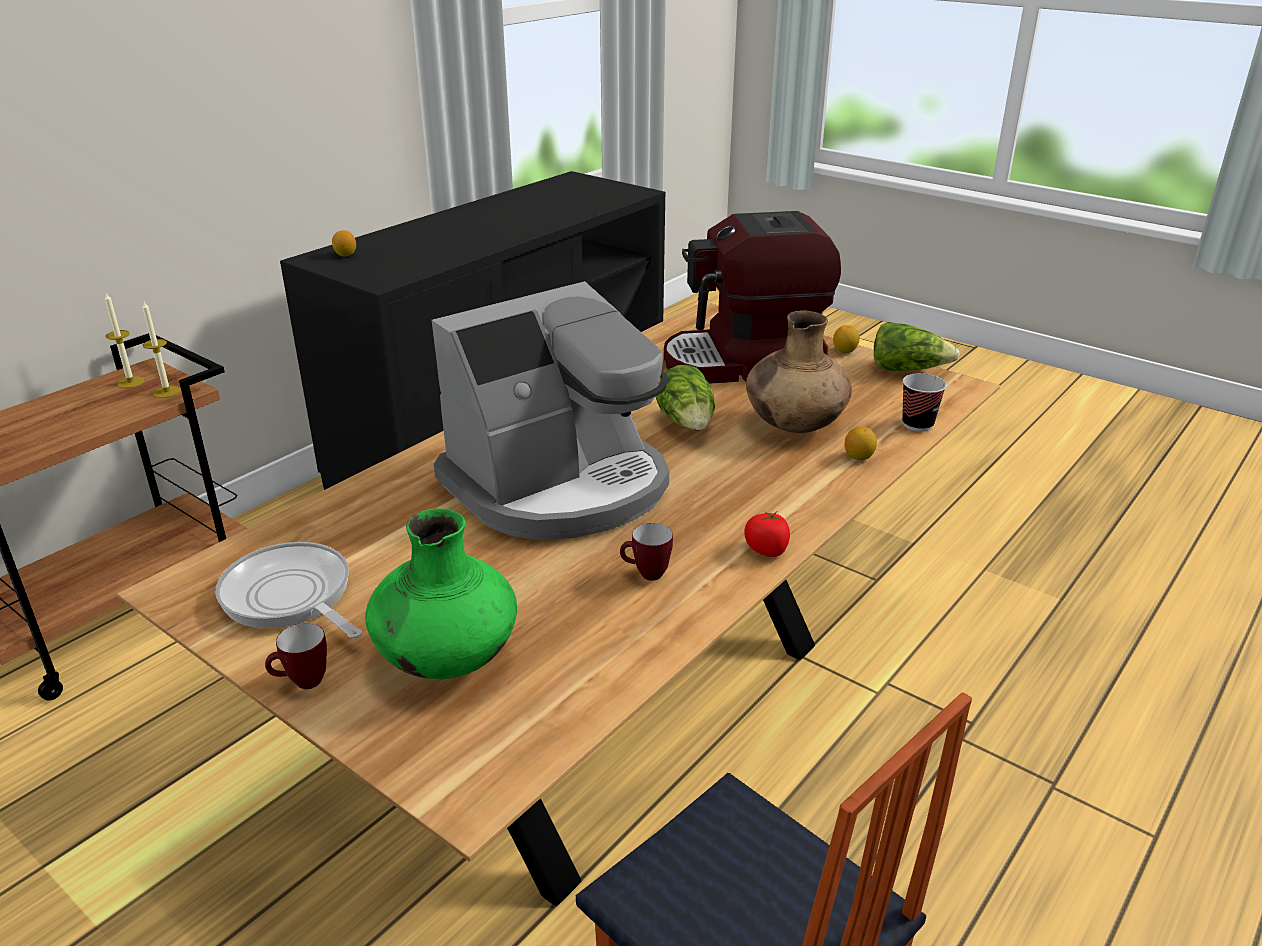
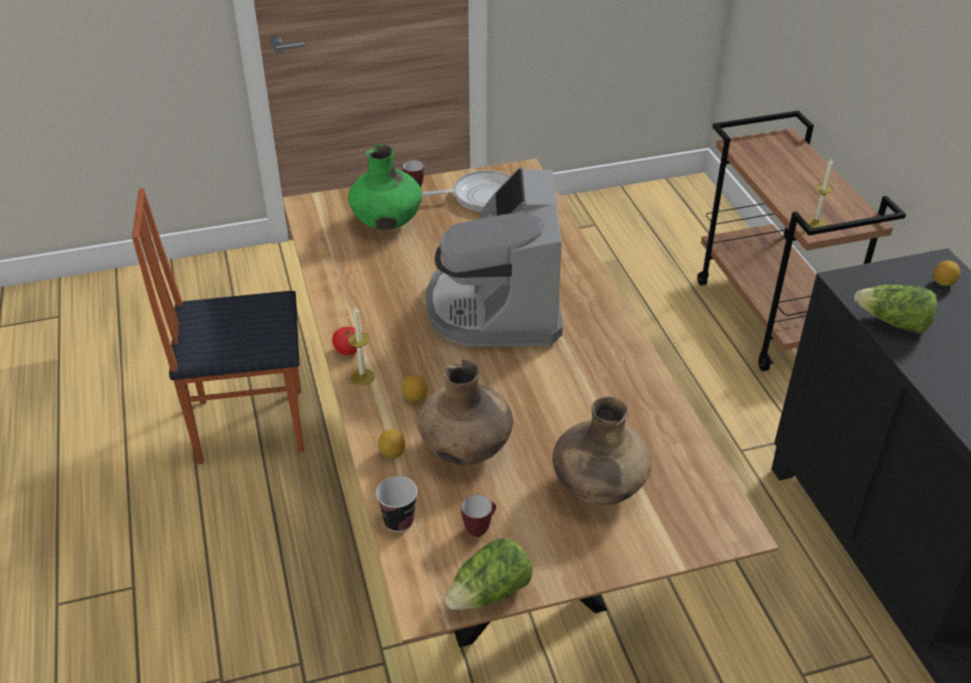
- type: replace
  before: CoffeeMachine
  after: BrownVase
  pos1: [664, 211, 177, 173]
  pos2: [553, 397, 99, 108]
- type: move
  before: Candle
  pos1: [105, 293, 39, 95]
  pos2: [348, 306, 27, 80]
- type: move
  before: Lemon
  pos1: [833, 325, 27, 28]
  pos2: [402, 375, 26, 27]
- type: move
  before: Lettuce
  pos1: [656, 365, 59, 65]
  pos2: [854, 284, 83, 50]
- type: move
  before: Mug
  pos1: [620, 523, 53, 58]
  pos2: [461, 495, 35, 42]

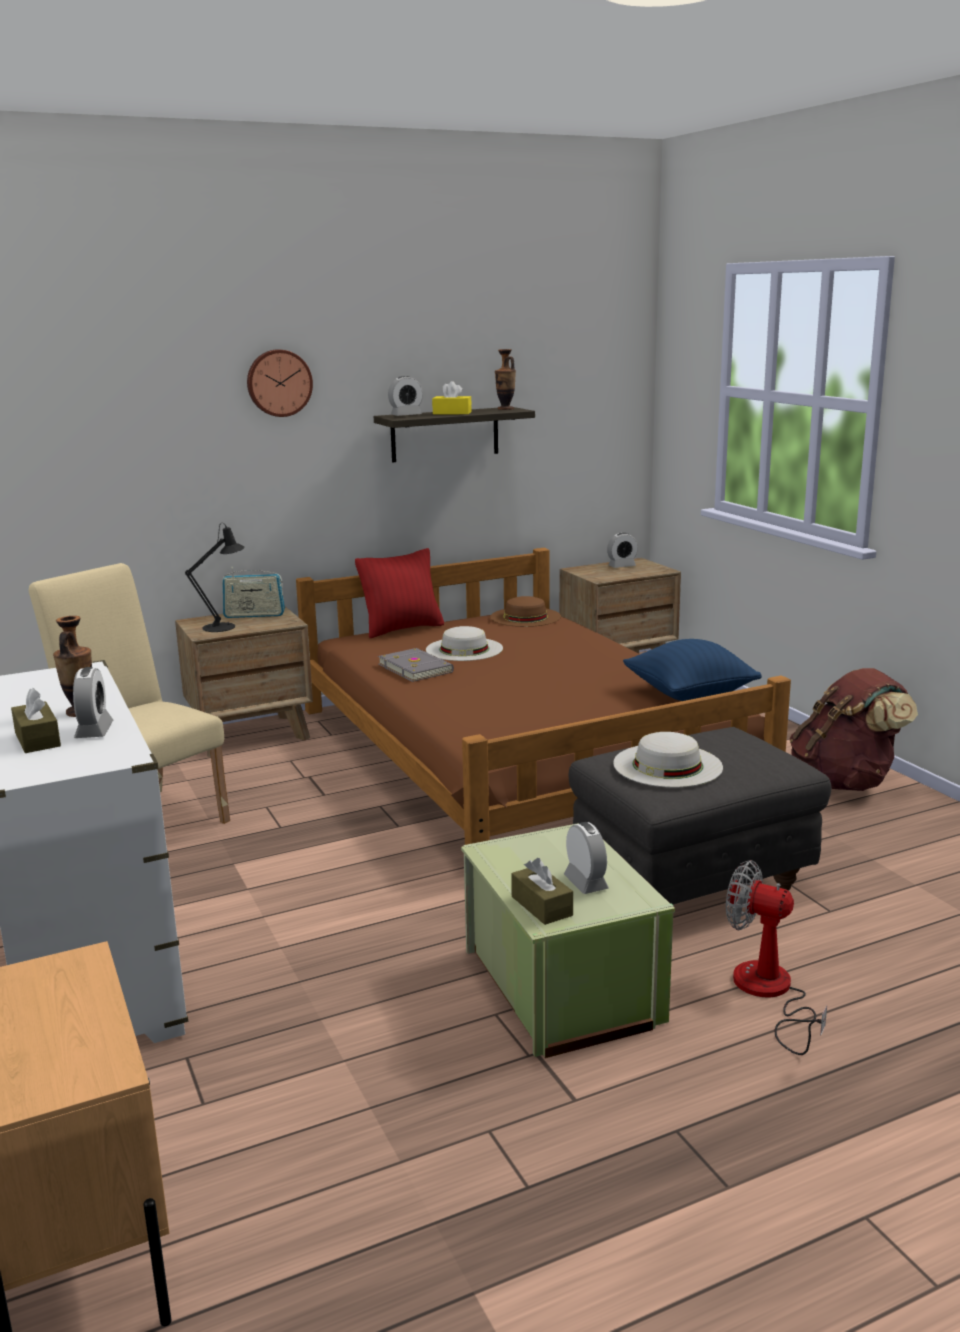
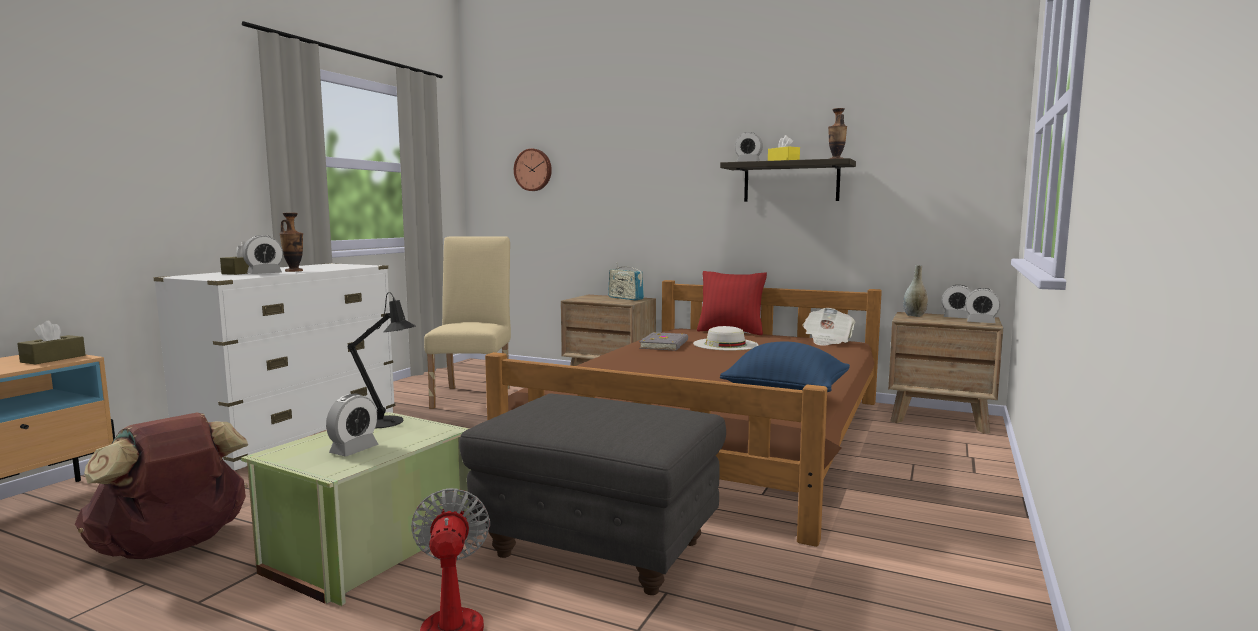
- type: move
  before: WallClock
  pos1: [247, 349, 66, 68]
  pos2: [514, 148, 38, 43]
- type: move
  before: BlackTableLamp
  pos1: [185, 523, 59, 109]
  pos2: [348, 292, 68, 136]
- type: replace
  before: BrownHat
  after: Newspaper
  pos1: [490, 596, 71, 31]
  pos2: [803, 308, 52, 38]
- type: move
  before: BrownBackpack
  pos1: [790, 668, 128, 123]
  pos2: [75, 413, 173, 146]
- type: delete
  before: WhiteHat
  pos1: [613, 732, 110, 55]
- type: move
  before: BrownTissueBox
  pos1: [511, 858, 62, 67]
  pos2: [17, 321, 69, 43]
- type: insert
  after: GreyVase
  pos2: [903, 265, 25, 52]
- type: insert
  after: AlarmClock
  pos2: [965, 288, 35, 35]

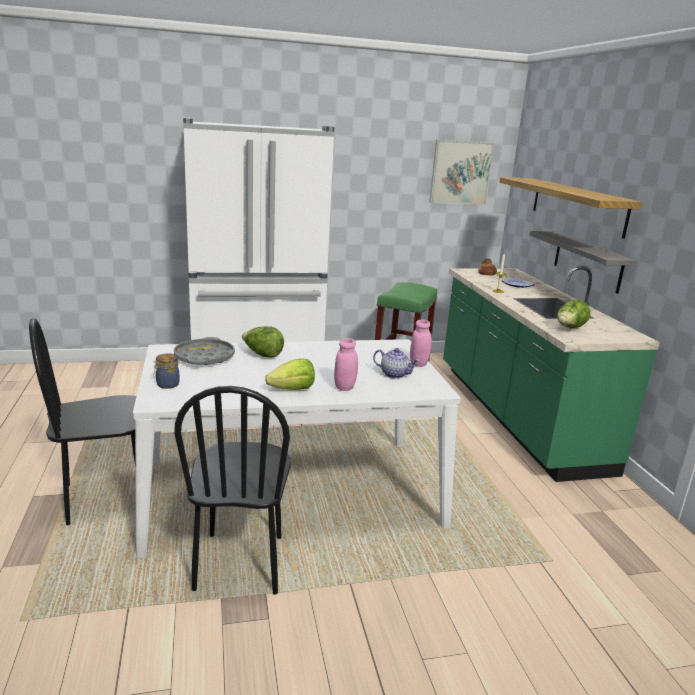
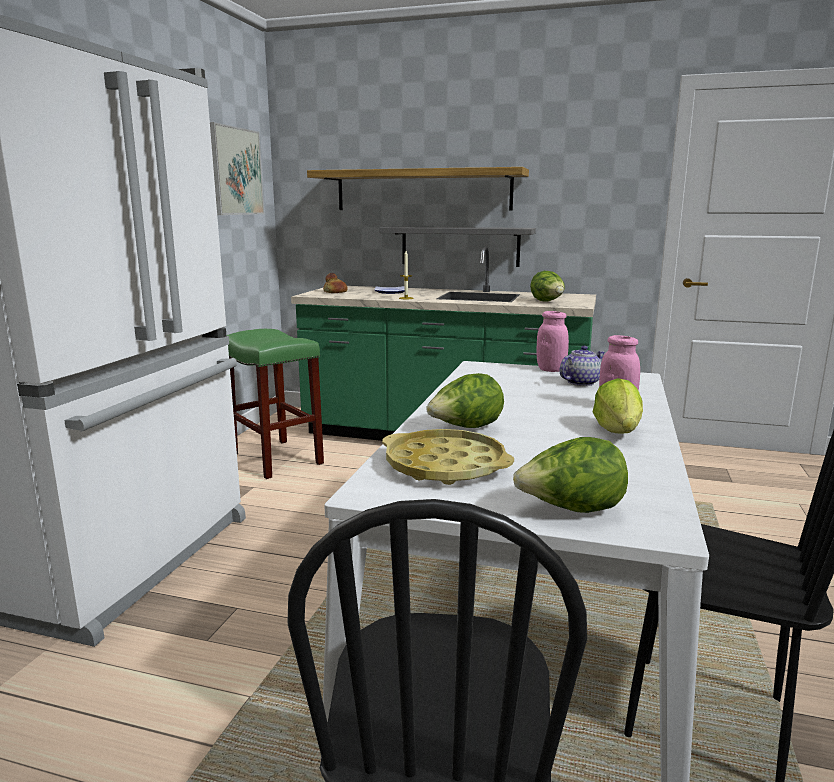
- type: recolor
  before: GreyTray
  after: YellowTray
  pos1: [174, 337, 61, 28]
  pos2: [382, 429, 132, 56]
- type: replace
  before: Jar
  after: Lettuce
  pos1: [153, 353, 27, 36]
  pos2: [513, 437, 115, 76]

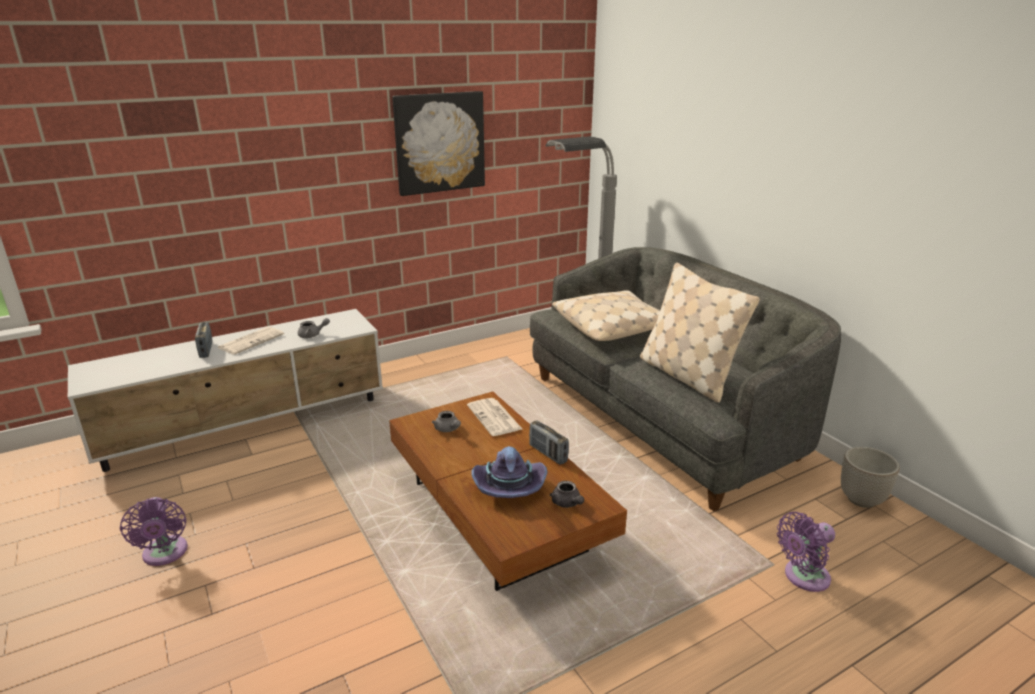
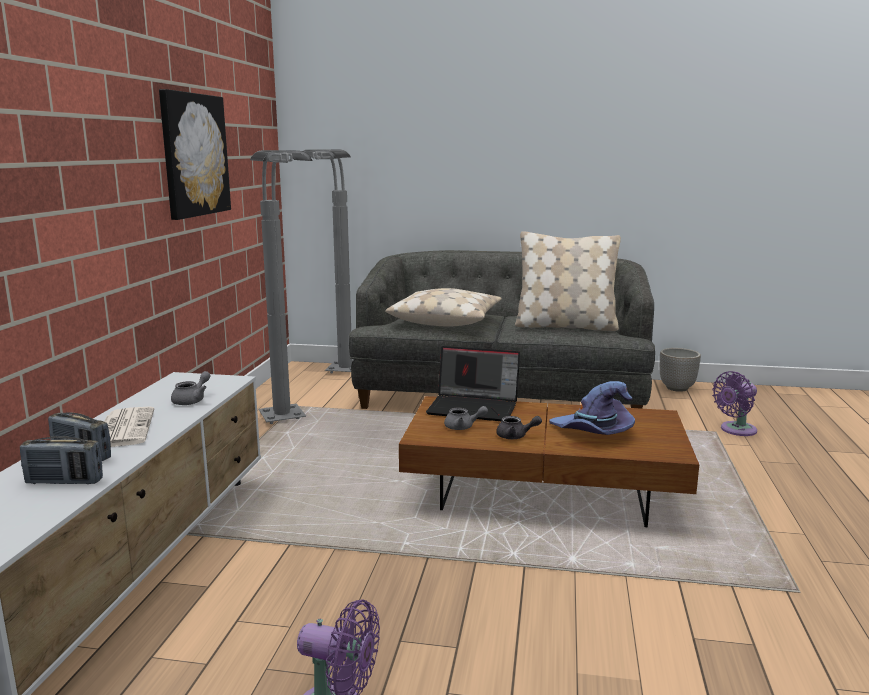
- type: replace
  before: Newspaper
  after: Laptop
  pos1: [467, 398, 55, 38]
  pos2: [426, 346, 94, 75]
- type: move
  before: Radio
  pos1: [529, 421, 40, 44]
  pos2: [20, 436, 83, 48]
- type: move
  before: GreyTeapot
  pos1: [550, 481, 34, 27]
  pos2: [496, 416, 46, 23]
- type: rotate
  before: PurpleFan
  pos1: [777, 512, 58, 80]
  pos2: [712, 371, 45, 65]
  turn: 45
- type: insert
  after: GreyFloorLamp
  pos2: [250, 150, 63, 274]

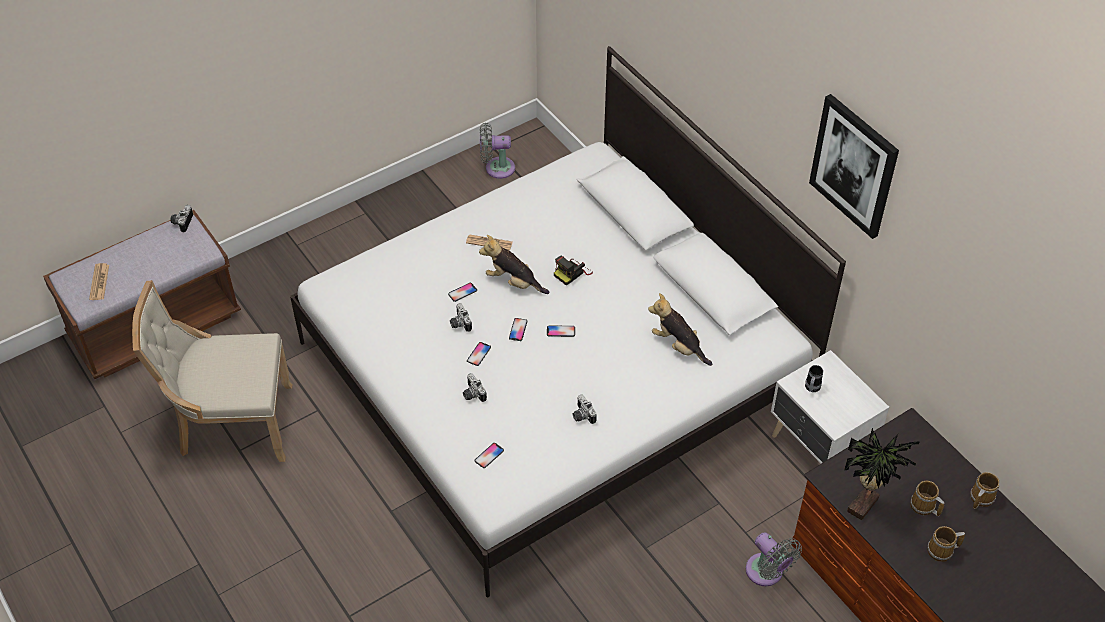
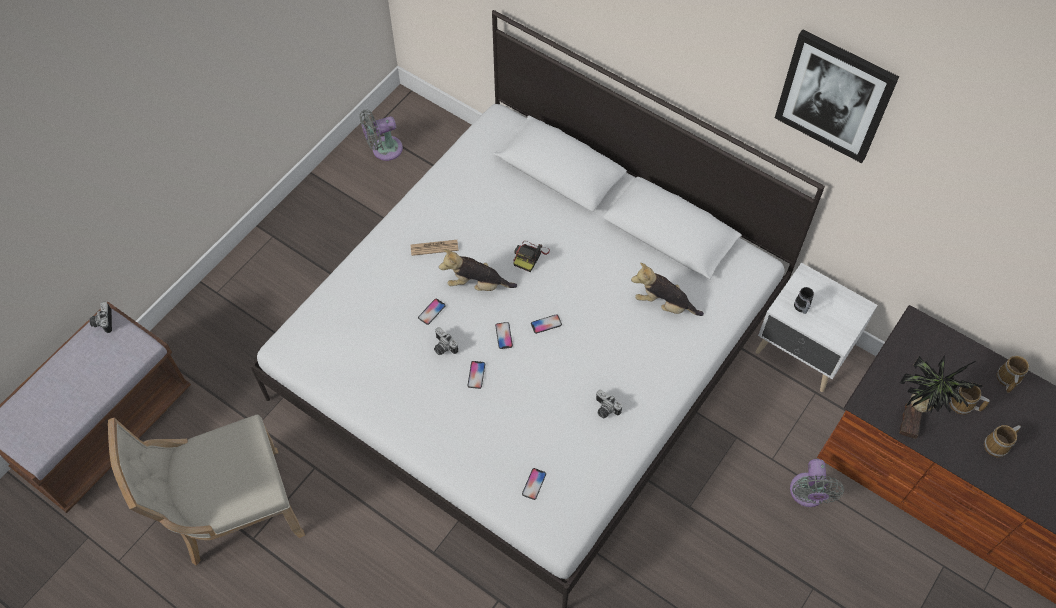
- type: delete
  before: Newspaper
  pos1: [89, 263, 20, 37]
- type: delete
  before: PhotoCamera
  pos1: [463, 373, 24, 29]
- type: rotate
  before: GreyFan
  pos1: [746, 532, 56, 54]
  pos2: [790, 459, 54, 48]
  turn: 60

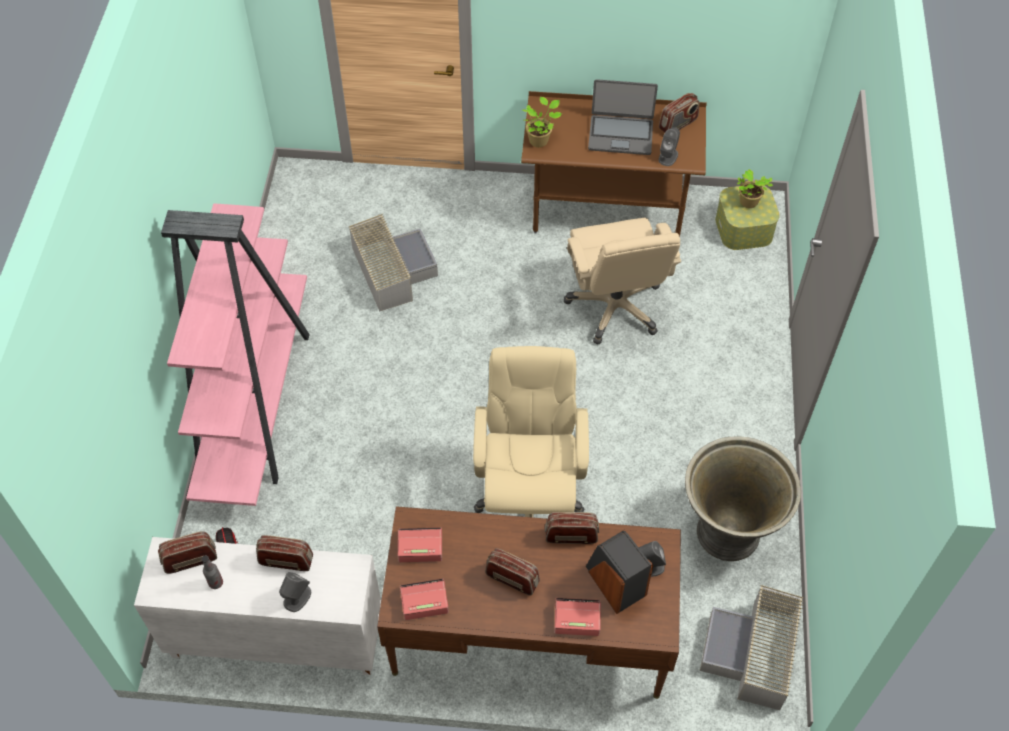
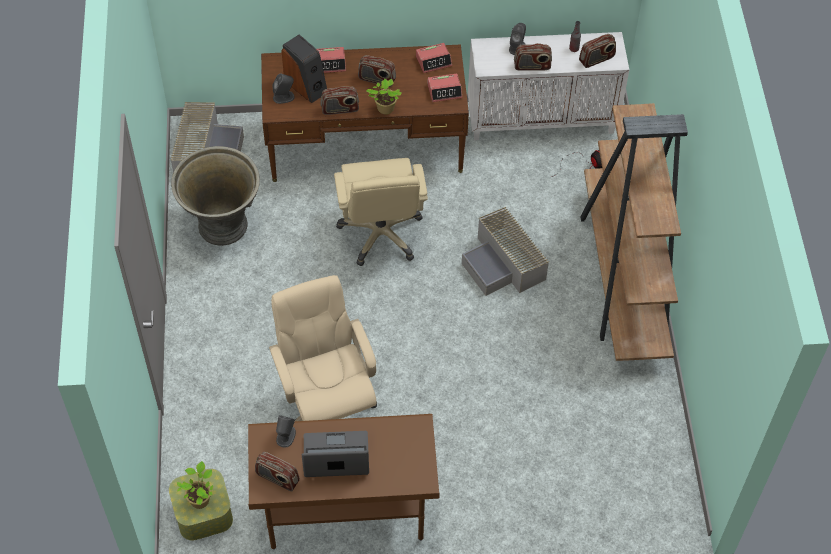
- type: rotate
  before: Radio
  pos1: [659, 93, 40, 40]
  pos2: [255, 452, 45, 39]
  turn: -105
- type: move
  before: PottedPlant
  pos1: [522, 97, 40, 50]
  pos2: [366, 79, 36, 35]
- type: recolor
  before: PinkBookcase
  after: BrownBookcase
  pos1: [161, 203, 149, 303]
  pos2: [580, 103, 108, 258]
- type: move
  before: GreyStorageBox
  pos1: [349, 214, 89, 98]
  pos2: [462, 207, 87, 89]

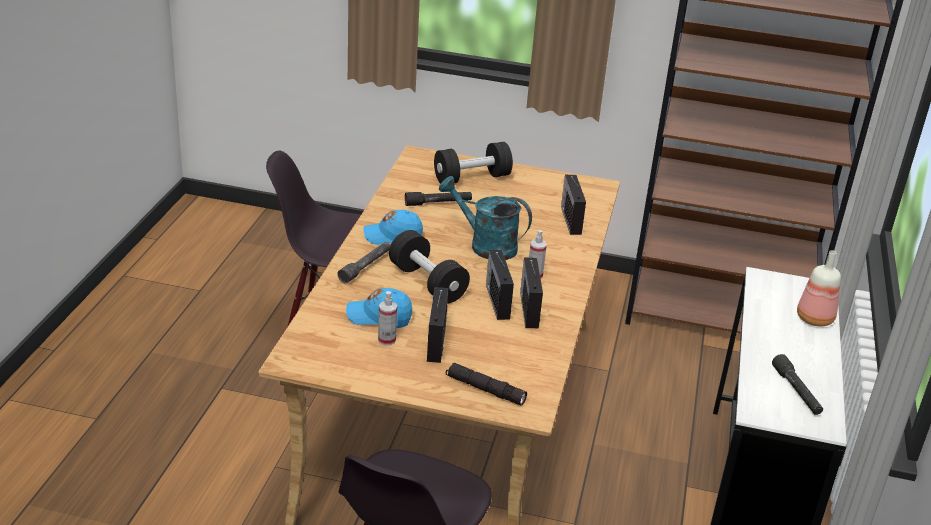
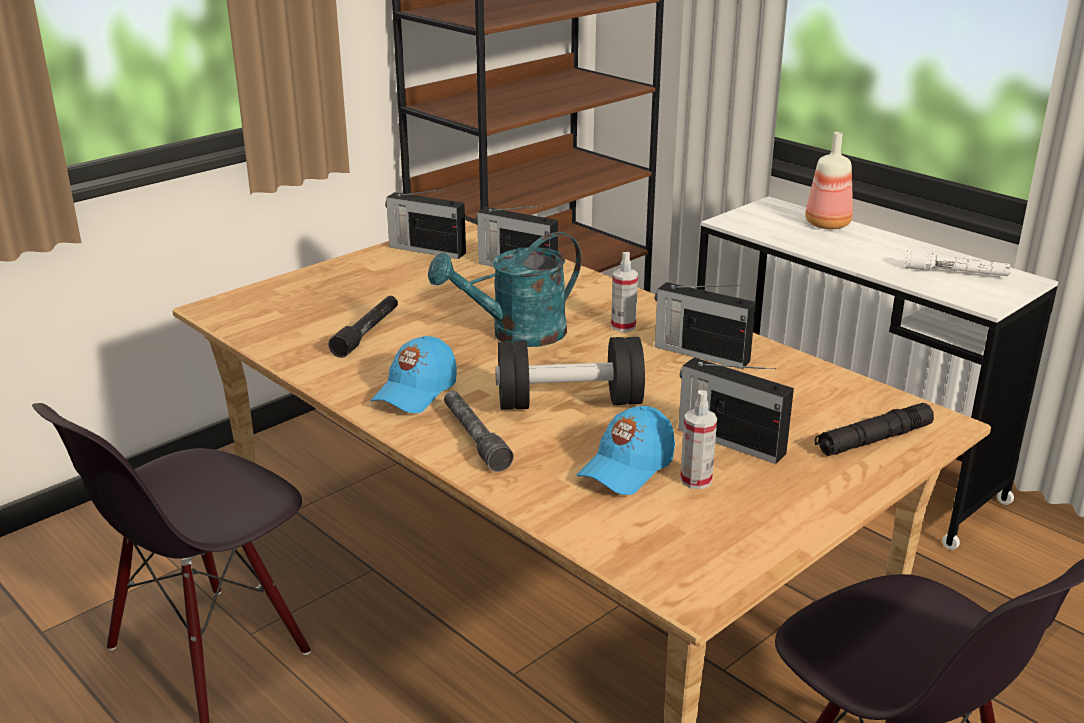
- type: delete
  before: BlackDumbbell
  pos1: [434, 142, 79, 42]
- type: move
  before: Radio
  pos1: [486, 250, 28, 70]
  pos2: [385, 189, 81, 70]
- type: recolor
  before: BlackFlashlight
  after: WhiteFlashlight
  pos1: [772, 354, 51, 61]
  pos2: [905, 249, 106, 27]

